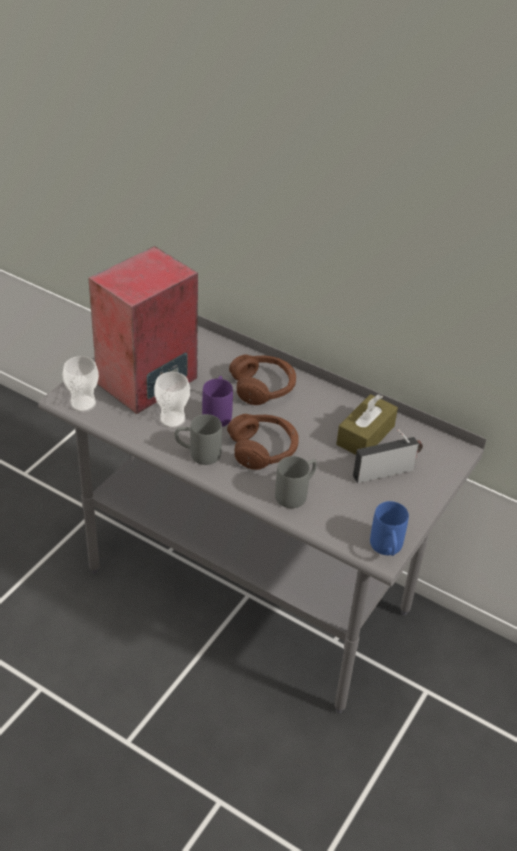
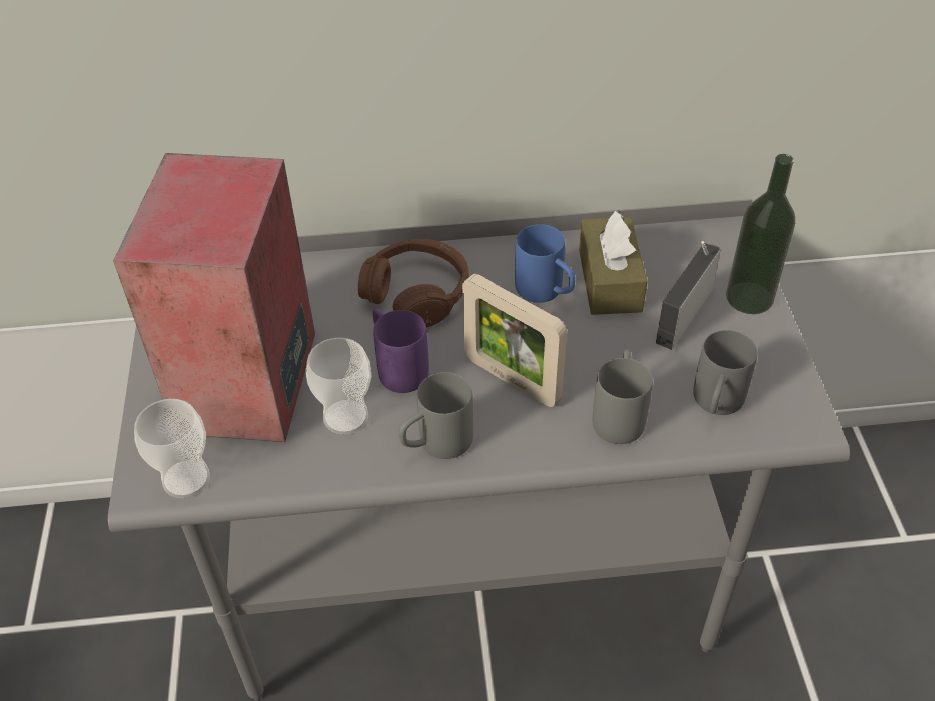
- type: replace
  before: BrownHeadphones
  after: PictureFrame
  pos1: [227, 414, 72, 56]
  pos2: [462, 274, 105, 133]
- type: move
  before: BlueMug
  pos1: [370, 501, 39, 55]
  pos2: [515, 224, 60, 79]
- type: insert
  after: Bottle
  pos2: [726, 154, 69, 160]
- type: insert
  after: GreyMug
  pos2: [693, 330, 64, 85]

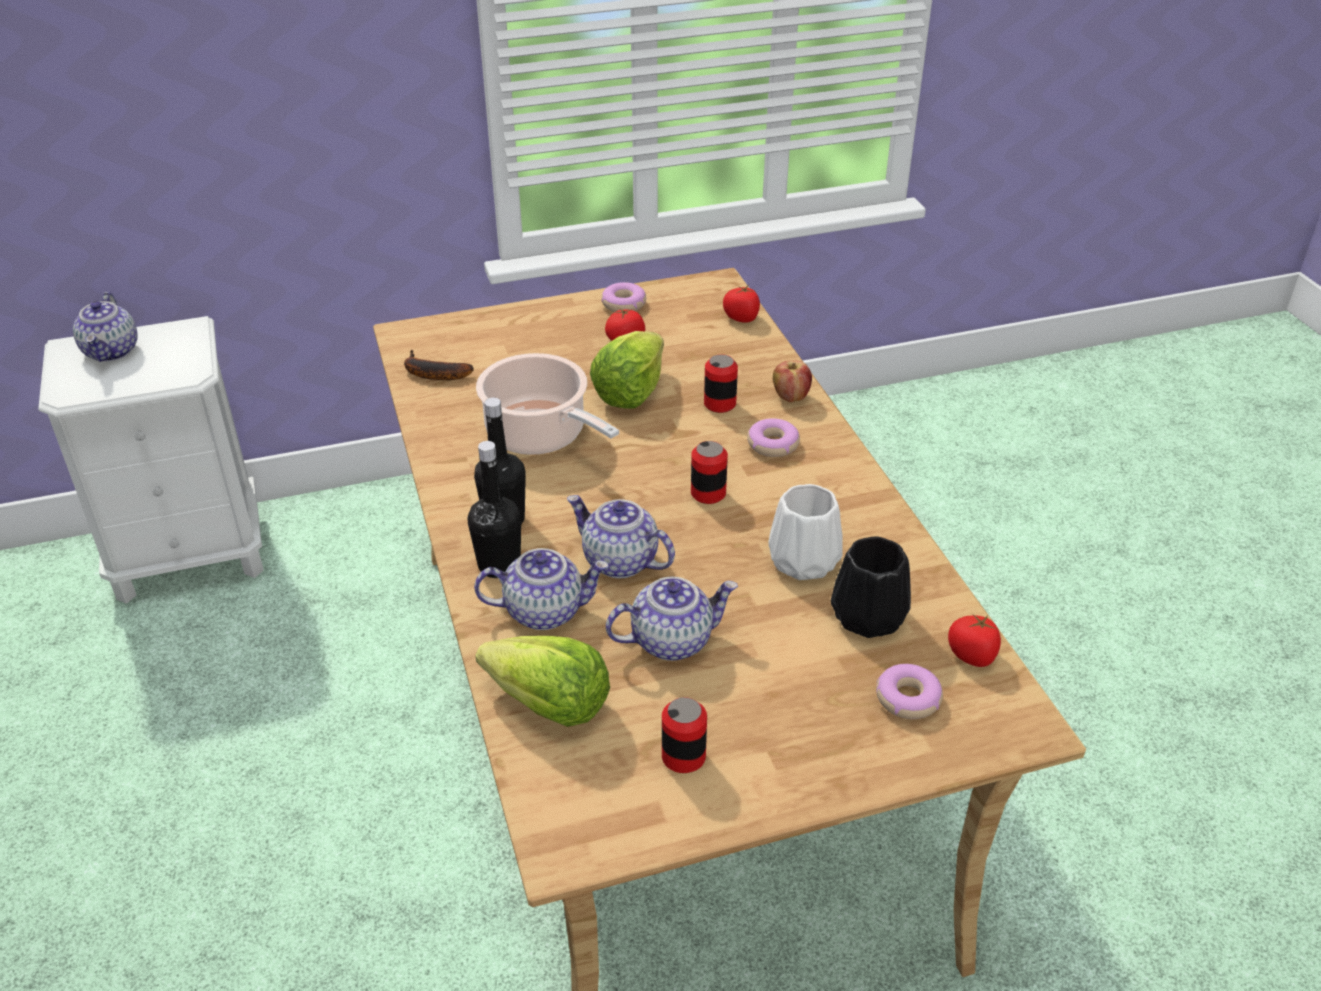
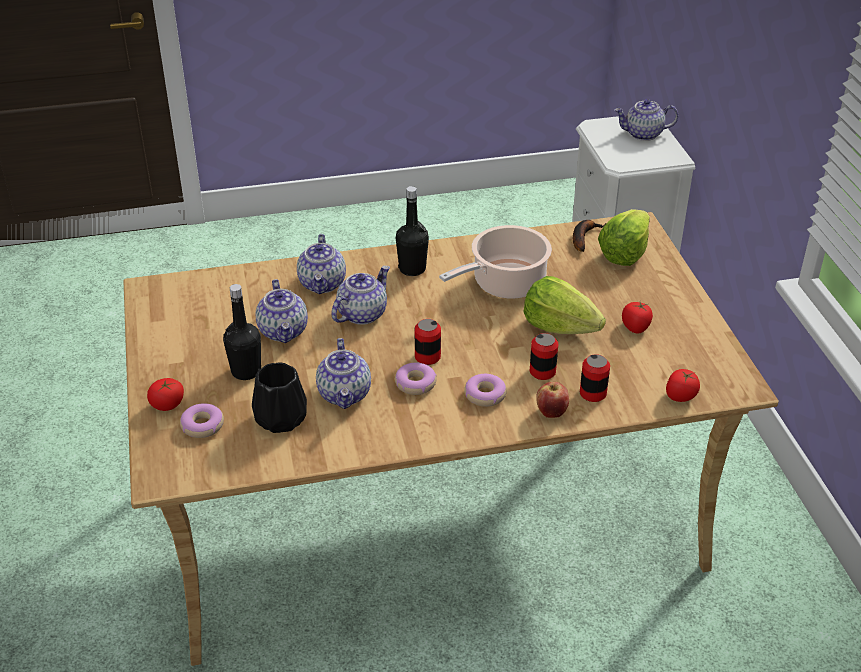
- type: move
  before: Donut
  pos1: [601, 282, 45, 30]
  pos2: [395, 362, 42, 33]
- type: move
  before: BlackBottle
  pos1: [467, 441, 54, 137]
  pos2: [223, 284, 38, 96]
- type: replace
  before: WhiteVase
  after: Teapot
  pos1: [768, 484, 75, 96]
  pos2: [316, 338, 55, 71]
- type: move
  before: Tomato
  pos1: [948, 613, 53, 54]
  pos2: [147, 378, 37, 33]
- type: move
  before: Lettuce
  pos1: [475, 636, 135, 91]
  pos2: [598, 209, 52, 57]
- type: move
  before: Can
  pos1: [662, 697, 45, 76]
  pos2: [580, 354, 30, 48]

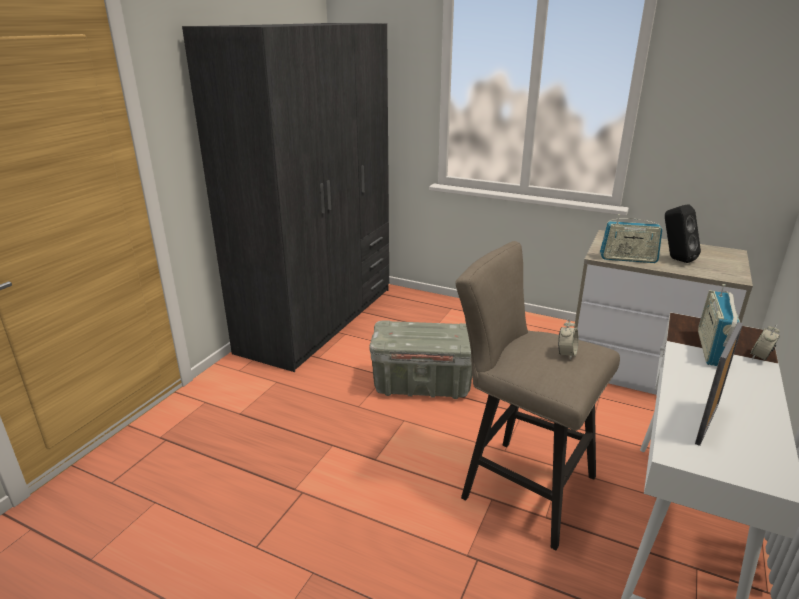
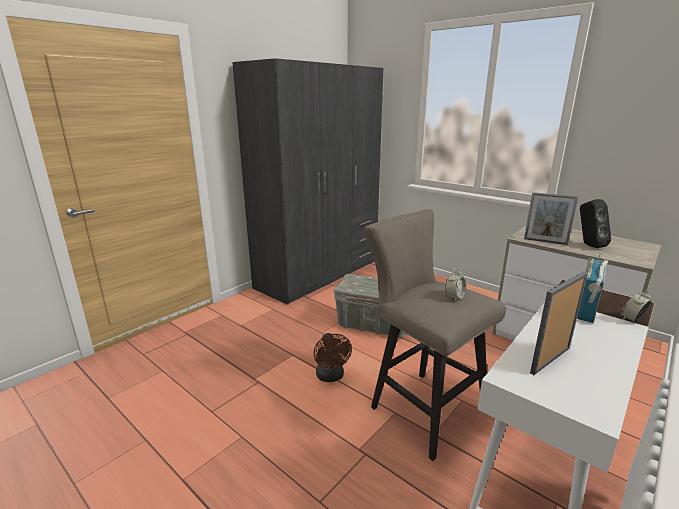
- type: replace
  before: Radio
  after: PictureFrame
  pos1: [600, 214, 62, 49]
  pos2: [524, 192, 54, 53]
- type: insert
  after: BrownFan
  pos2: [314, 333, 38, 49]

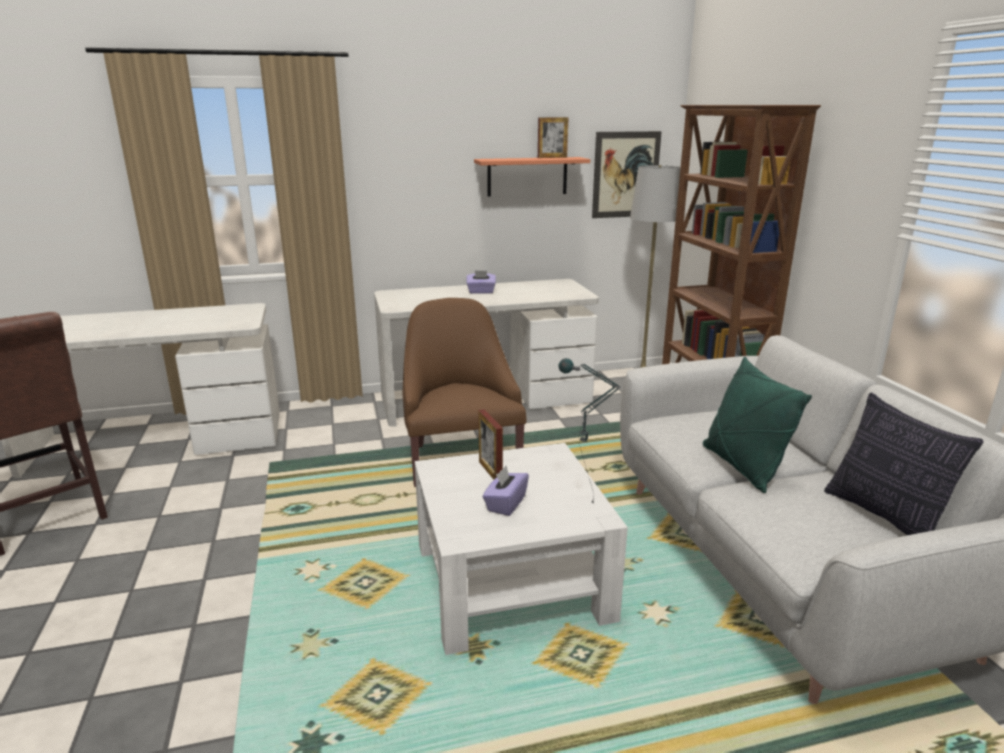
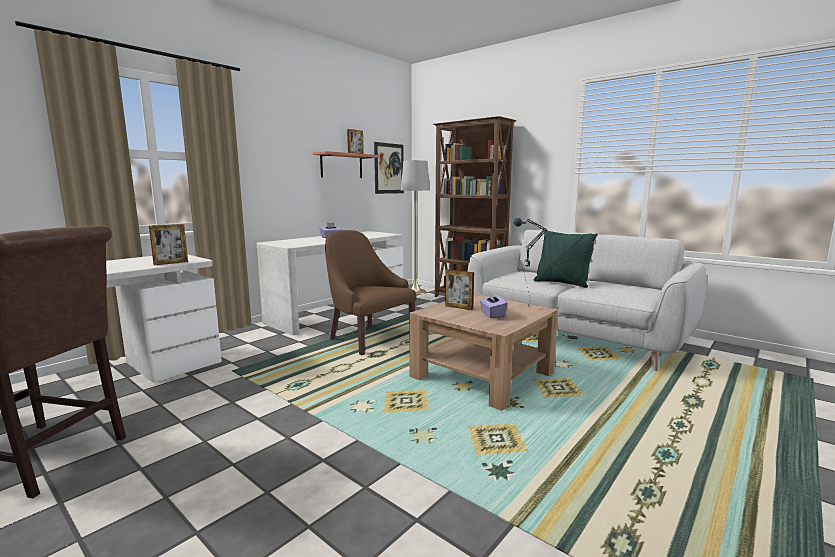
- type: delete
  before: Pillow
  pos1: [824, 393, 160, 142]
- type: recolor
  before: WhiteCoffeeTable
  after: BrownCoffeeTable
  pos1: [415, 443, 213, 212]
  pos2: [409, 294, 149, 117]
- type: insert
  after: PictureFrame
  pos2: [149, 224, 39, 41]

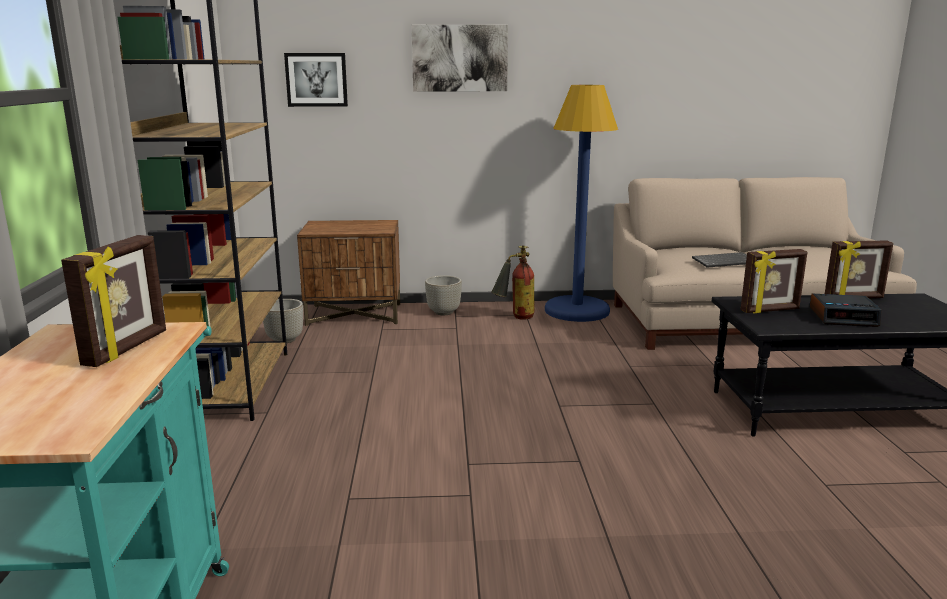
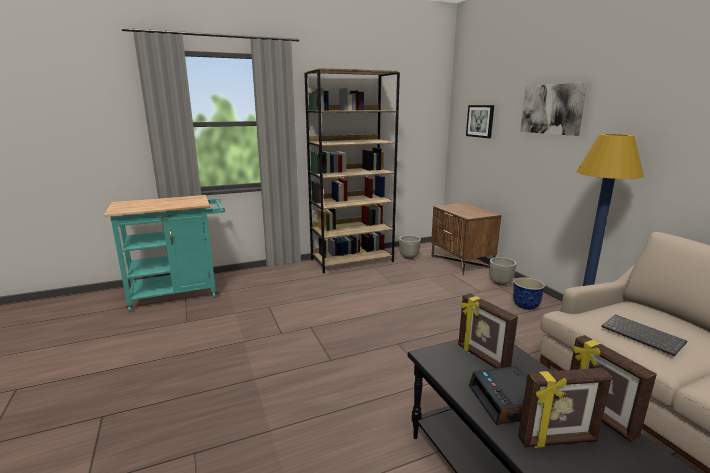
- type: move
  before: PictureFrame
  pos1: [61, 235, 105, 132]
  pos2: [518, 368, 94, 80]
- type: replace
  before: FireExtinguisher
  after: Planter
  pos1: [492, 245, 43, 75]
  pos2: [513, 277, 32, 33]

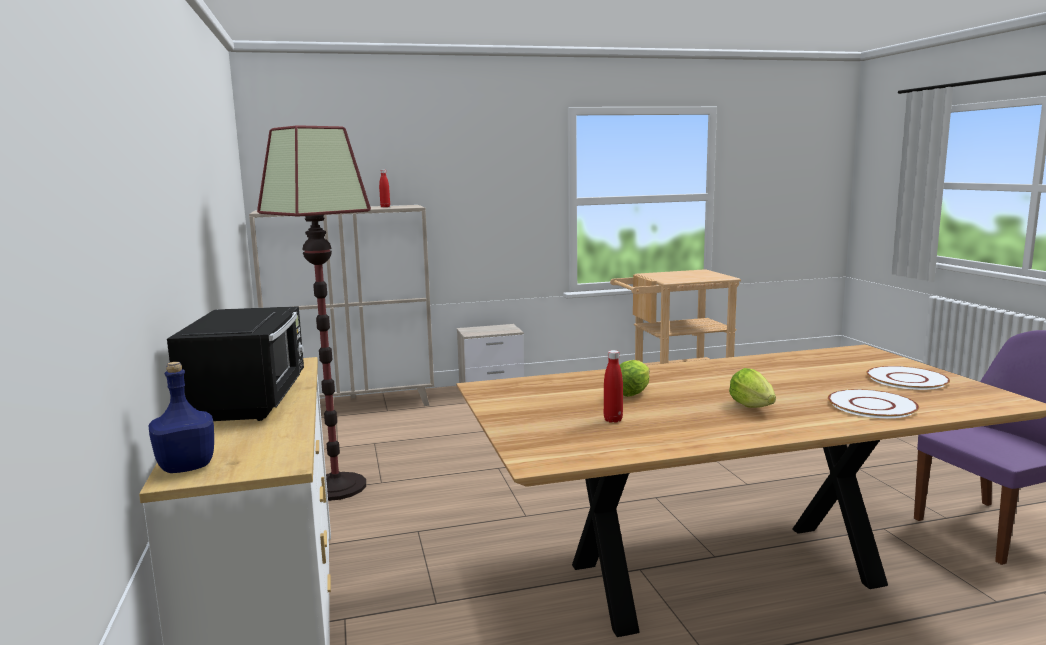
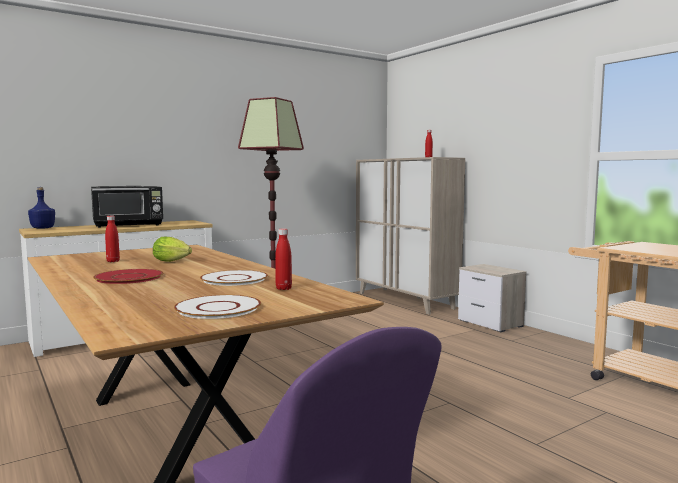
- type: replace
  before: Lettuce
  after: RedPlate
  pos1: [729, 368, 47, 40]
  pos2: [93, 269, 70, 15]
- type: move
  before: WhitePlate
  pos1: [828, 389, 91, 29]
  pos2: [200, 270, 68, 16]
- type: insert
  after: RedBottle
  pos2: [275, 229, 17, 61]

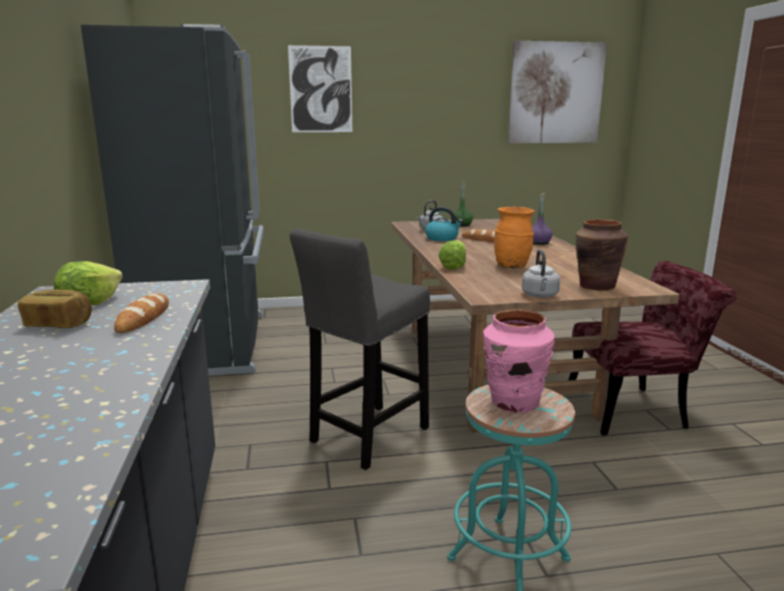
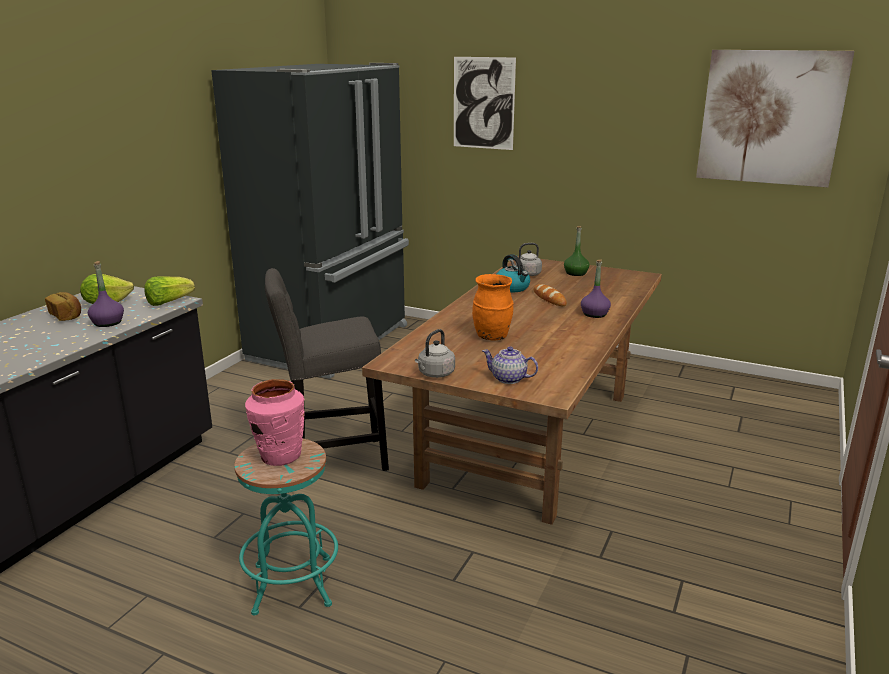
- type: replace
  before: BrownVase
  after: Teapot
  pos1: [576, 219, 52, 72]
  pos2: [482, 347, 56, 37]
- type: move
  before: Lettuce
  pos1: [438, 240, 28, 30]
  pos2: [144, 276, 51, 30]
- type: delete
  before: RedChair
  pos1: [568, 261, 169, 174]
- type: replace
  before: Bread
  after: PurpleBottle
  pos1: [114, 293, 55, 40]
  pos2: [88, 261, 36, 66]

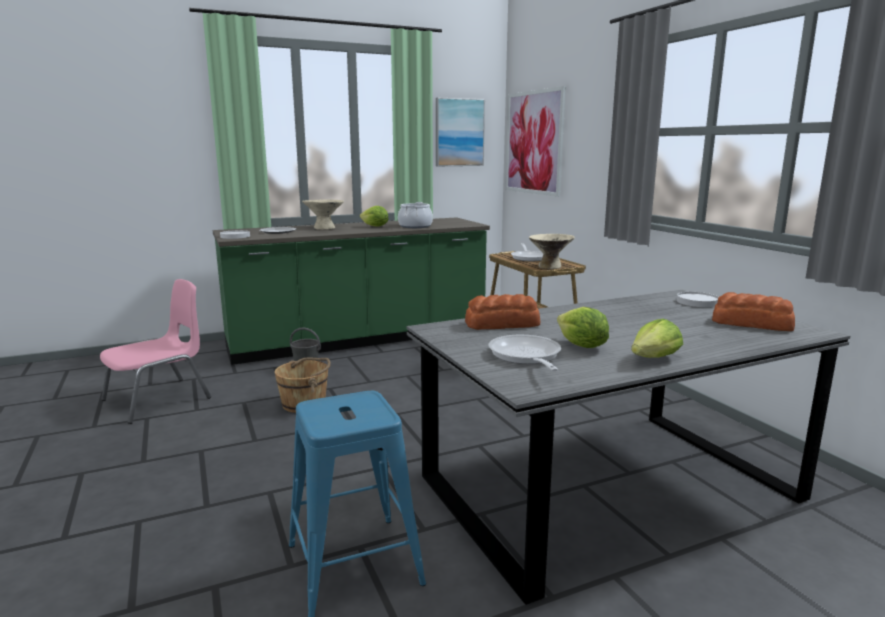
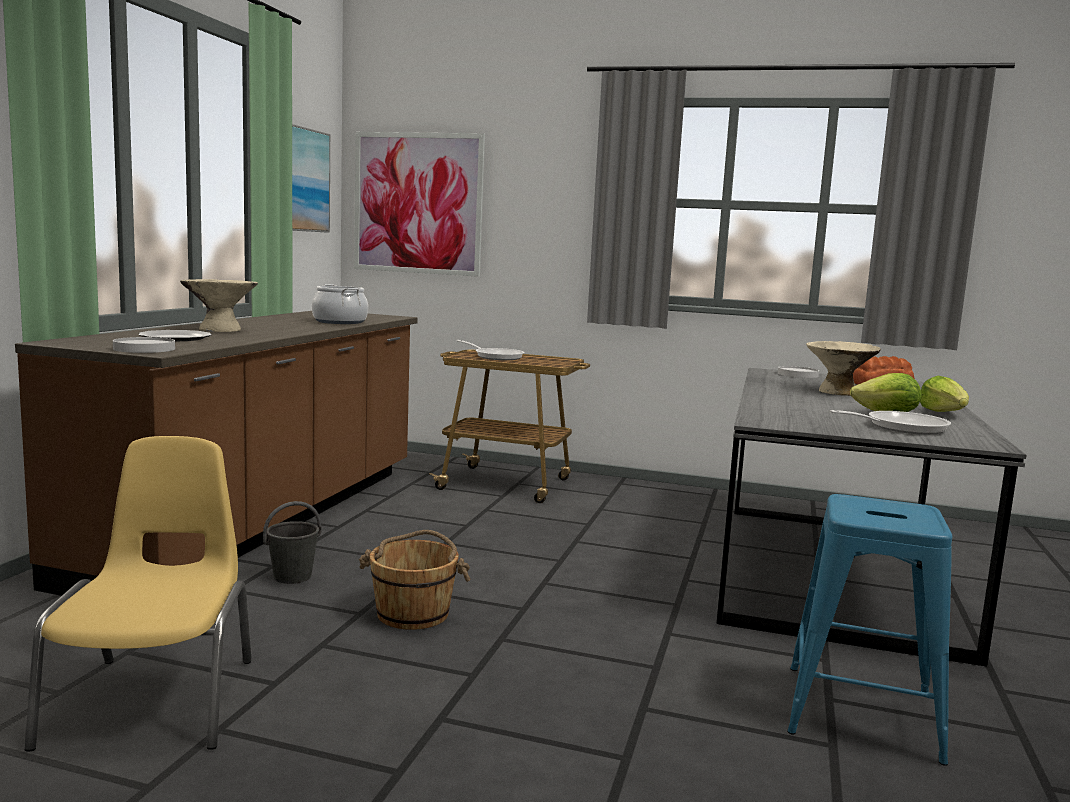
- type: delete
  before: Lettuce
  pos1: [360, 206, 28, 20]
- type: recolor
  before: GreenCounter
  after: BrownCounter
  pos1: [213, 217, 277, 148]
  pos2: [15, 311, 403, 285]
- type: move
  before: BeigeBowl
  pos1: [529, 234, 46, 35]
  pos2: [806, 341, 75, 55]
- type: recolor
  before: PinkChair
  after: YellowChair
  pos1: [100, 279, 111, 145]
  pos2: [24, 436, 228, 315]
- type: delete
  before: Bread
  pos1: [465, 294, 75, 36]
- type: rotate
  before: FryingPan
  pos1: [489, 335, 72, 36]
  pos2: [829, 410, 122, 25]
  turn: 135

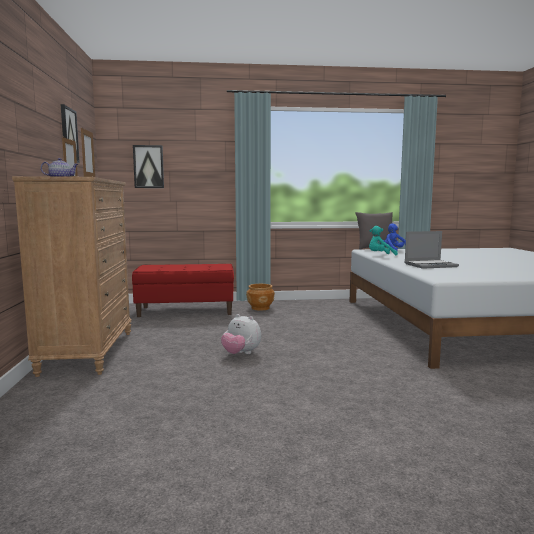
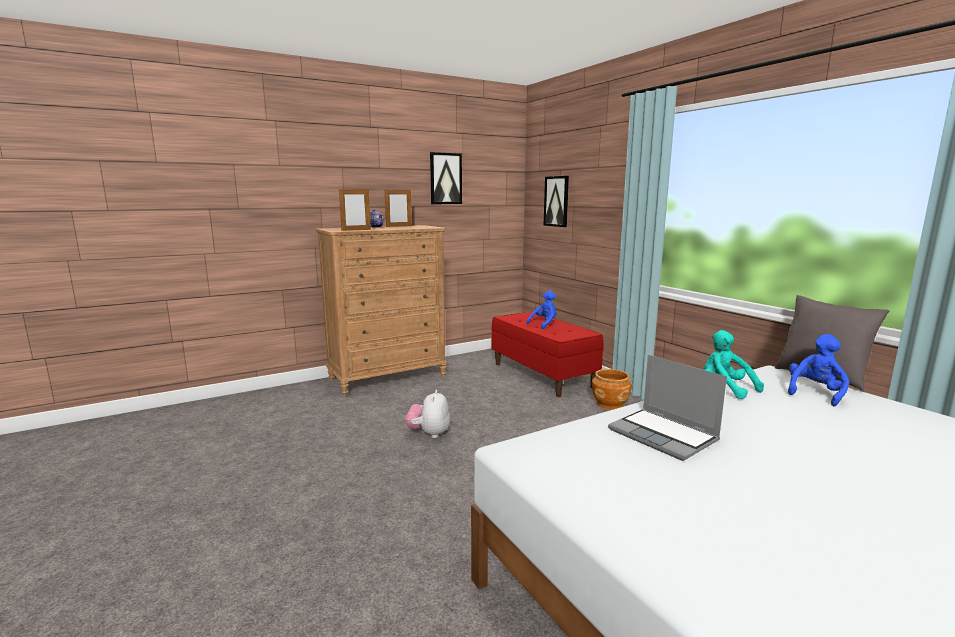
- type: insert
  after: BluePlushToy
  pos2: [526, 291, 30, 38]

